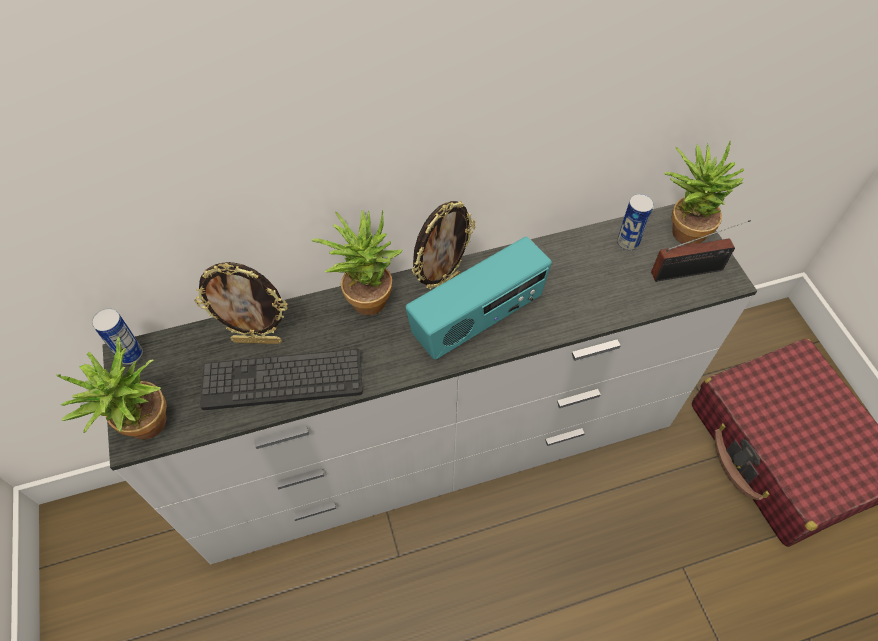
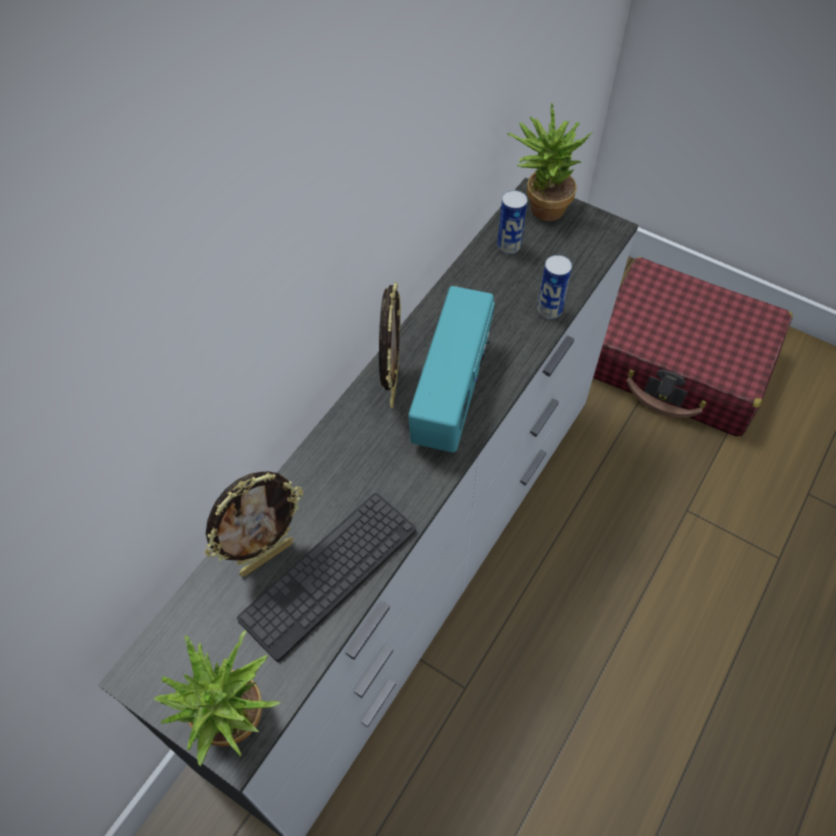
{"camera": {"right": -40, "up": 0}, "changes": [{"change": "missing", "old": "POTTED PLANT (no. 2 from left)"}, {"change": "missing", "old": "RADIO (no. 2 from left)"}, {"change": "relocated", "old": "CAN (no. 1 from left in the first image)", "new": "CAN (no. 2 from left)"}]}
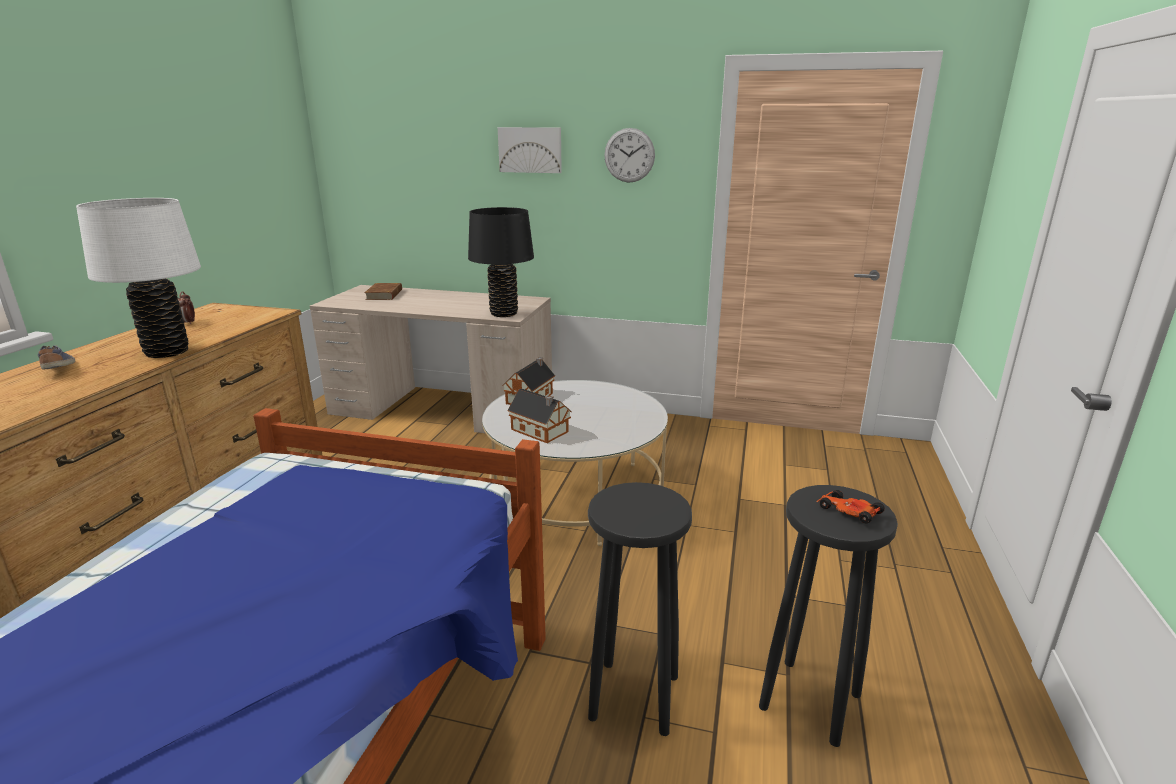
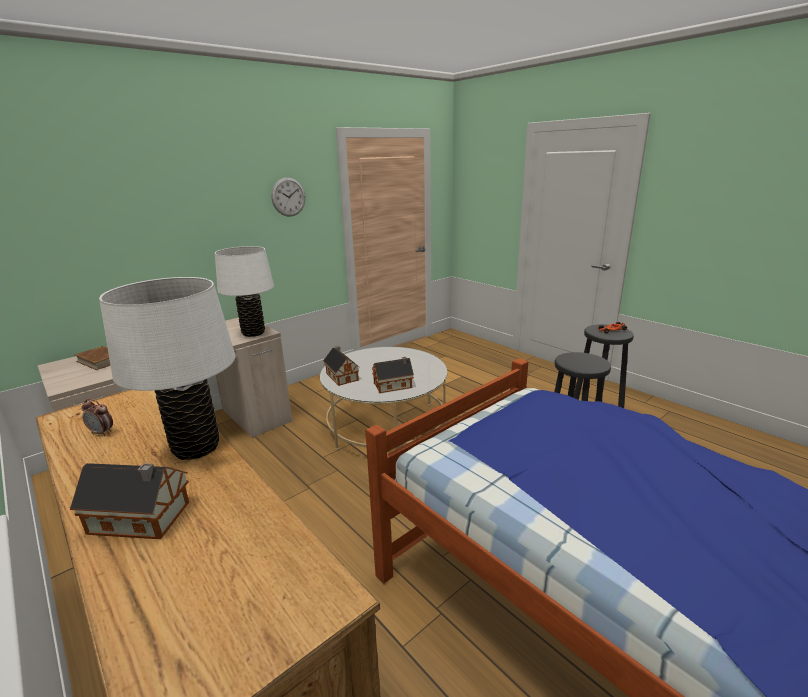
{"camera": {"right": -55, "up": 0}, "changes": [{"change": "missing", "old": "PICTURE"}, {"change": "exchanged", "old": "SHOE", "new": "TOY HOUSE (no. 1 from left)"}, {"change": "colour", "old": "BLACK TABLE LAMP", "new": "WHITE TABLE LAMP (no. 2 from left)"}]}
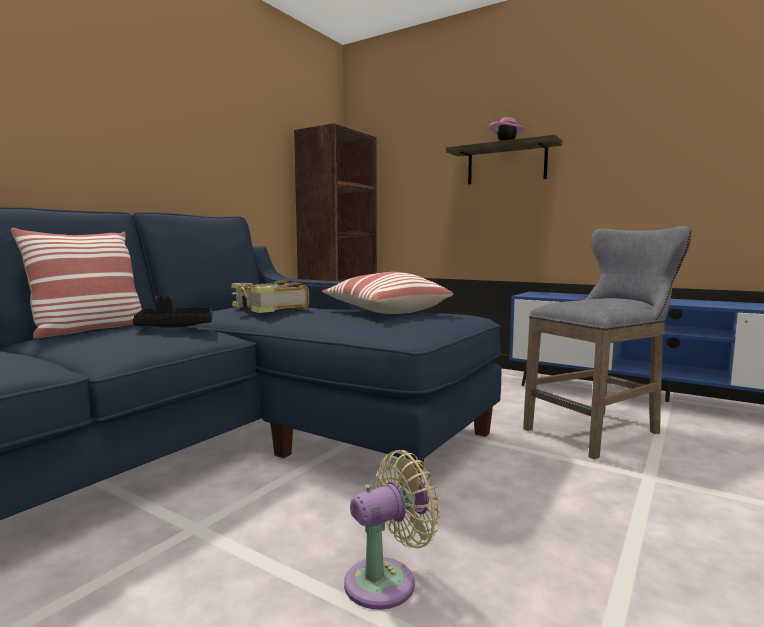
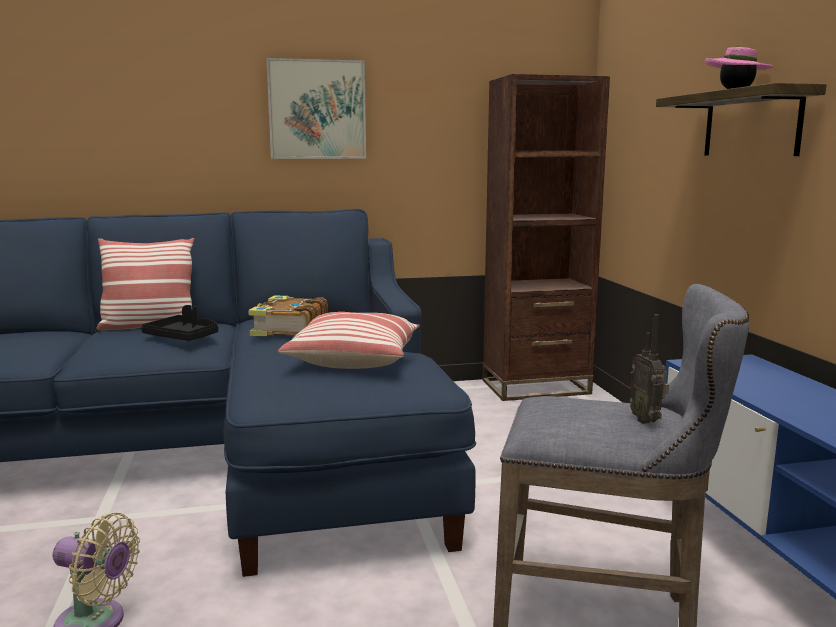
{"camera": {"right": 45, "up": 5}, "changes": [{"change": "appeared", "new": "PICTURE"}, {"change": "appeared", "new": "RADIO"}]}
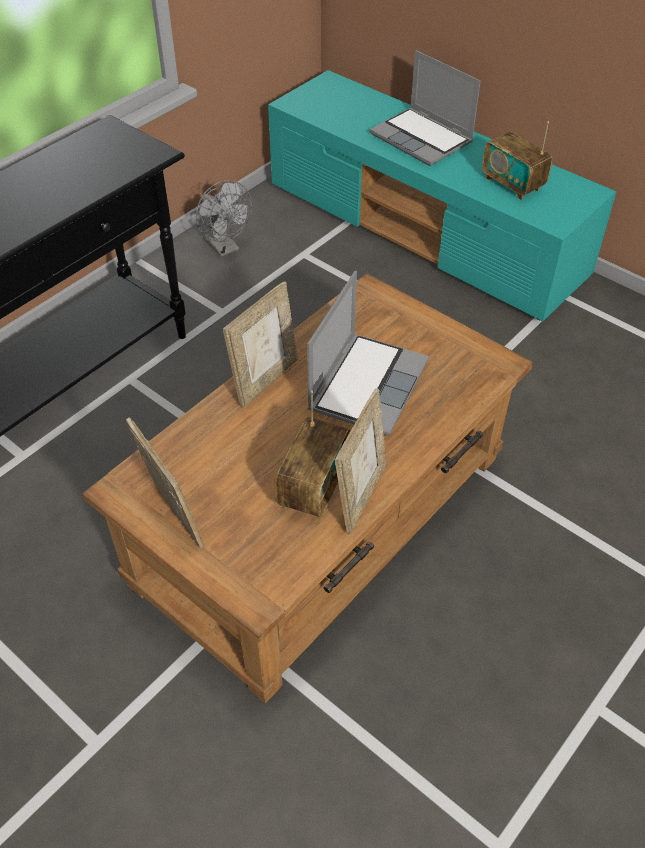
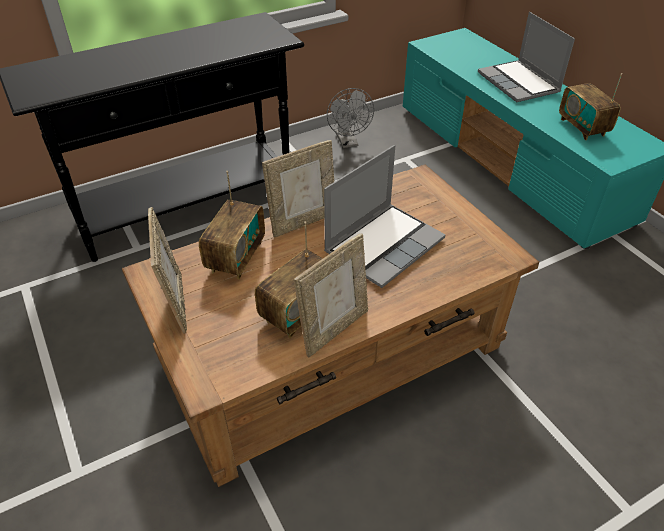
{"camera": {"right": 20, "up": -5}, "changes": [{"change": "appeared", "new": "RADIO (no. 1 from left)"}]}
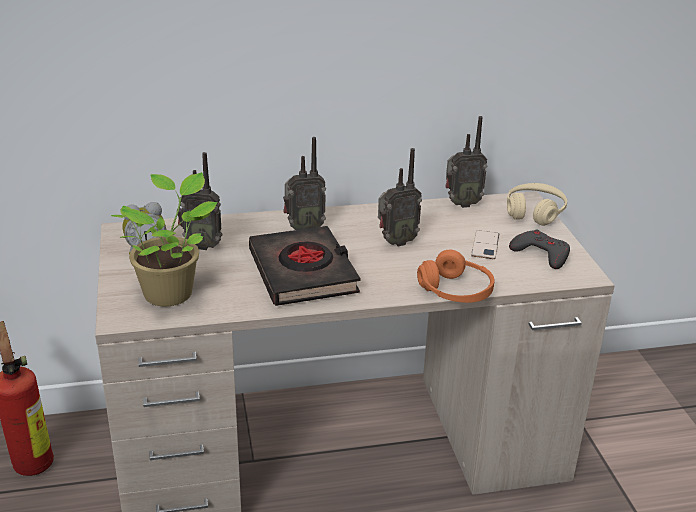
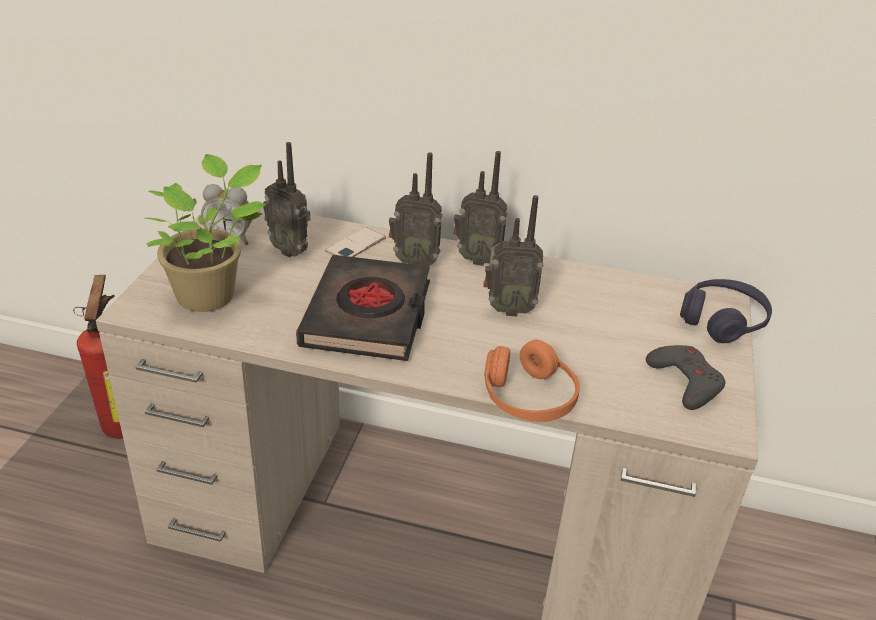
{"camera": {"right": 25, "up": 5}, "changes": [{"change": "relocated", "old": "RADIO (no. 4 from left in the first image)", "new": "RADIO (no. 3 from left)"}, {"change": "relocated", "old": "PHONE"}, {"change": "colour", "old": "BEIGE HEADPHONES", "new": "PURPLE HEADPHONES"}]}
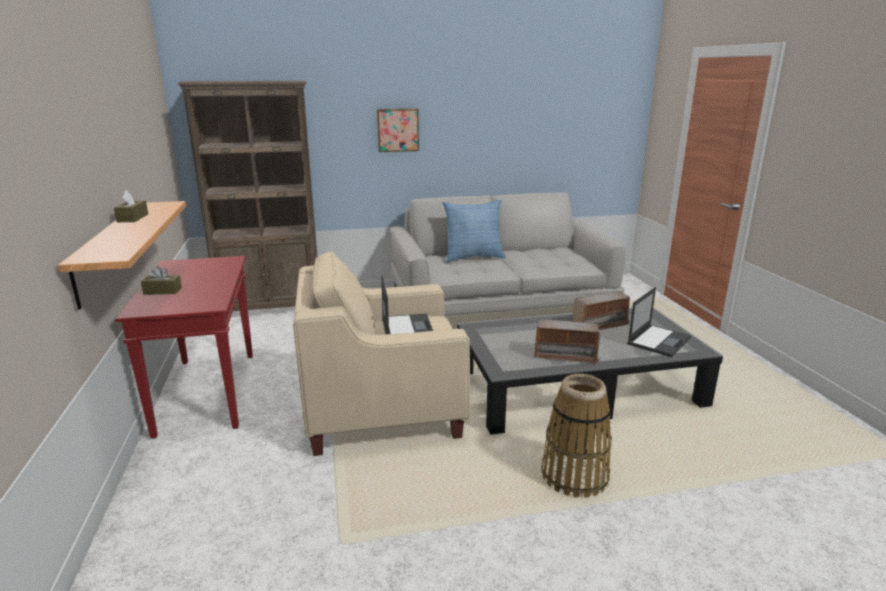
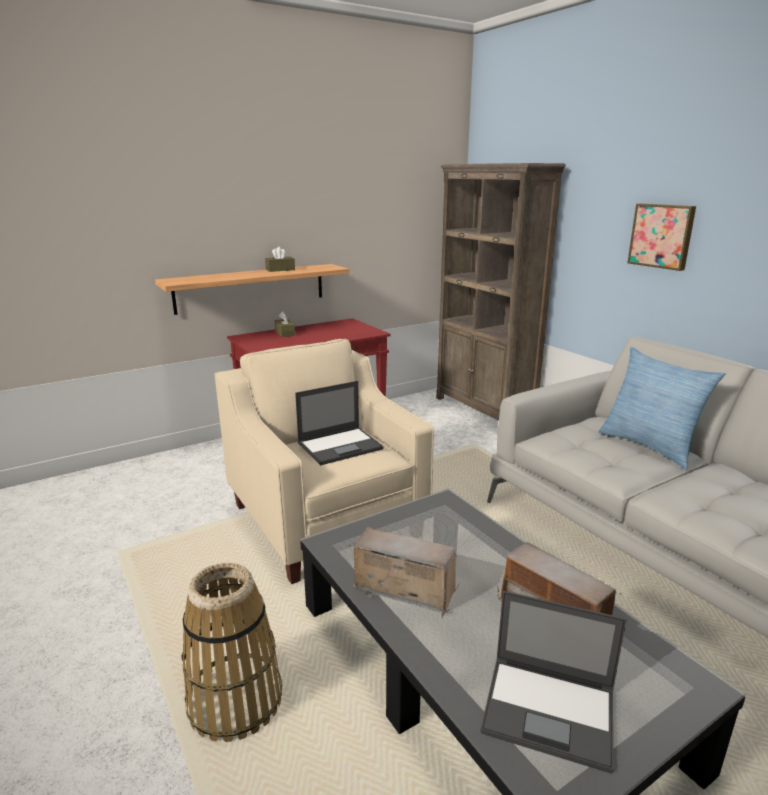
{"camera": {"right": 70, "up": 0}, "changes": [{"change": "spun", "old": "RADIO (no. 1 from left)", "degrees": 120}]}
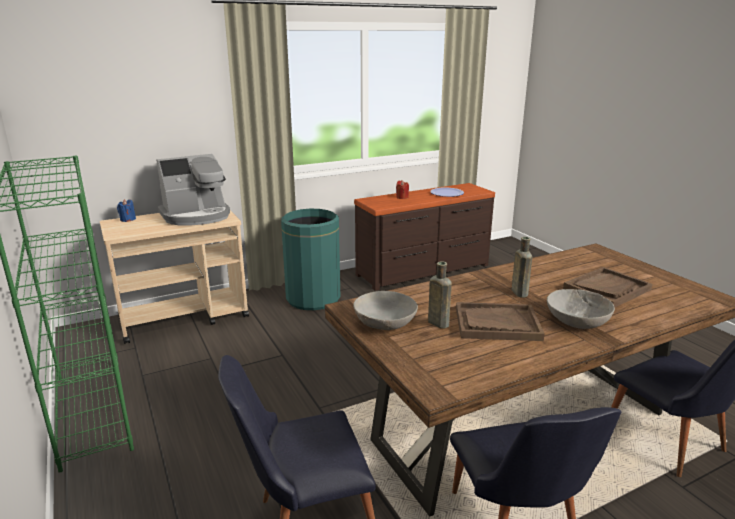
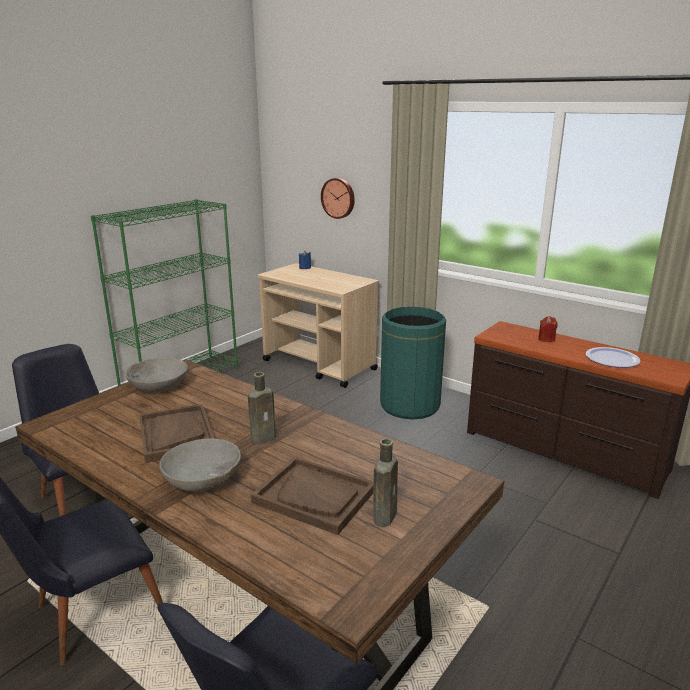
{"camera": {"right": 65, "up": 0}, "changes": [{"change": "missing", "old": "COFFEE MACHINE"}, {"change": "appeared", "new": "WALL CLOCK"}, {"change": "relocated", "old": "BROWN BOTTLE (no. 1 from left in the first image)", "new": "BROWN BOTTLE (no. 2 from left)"}]}
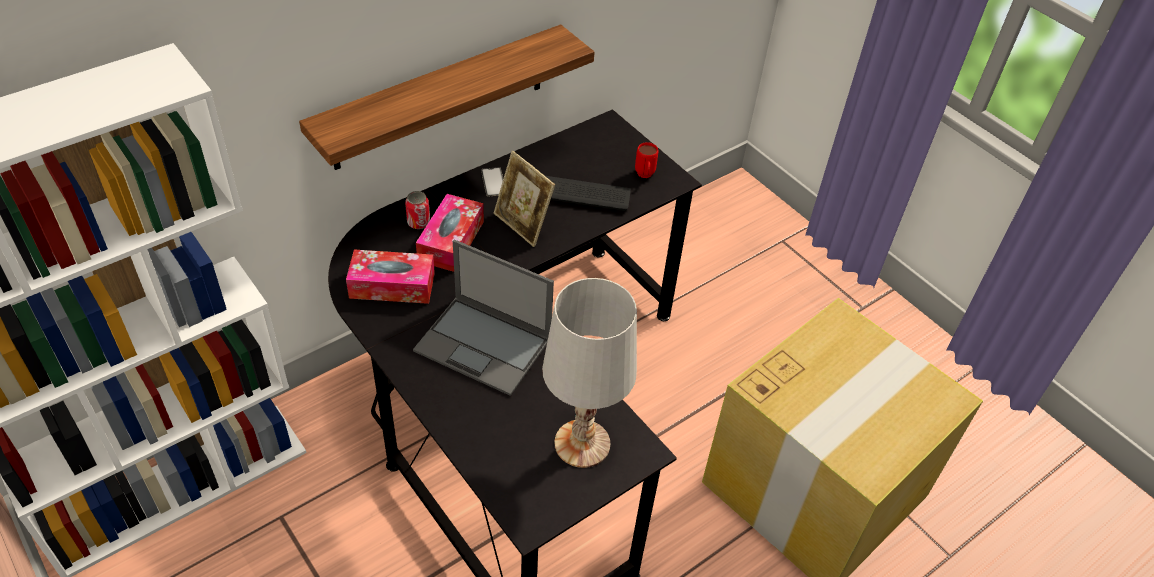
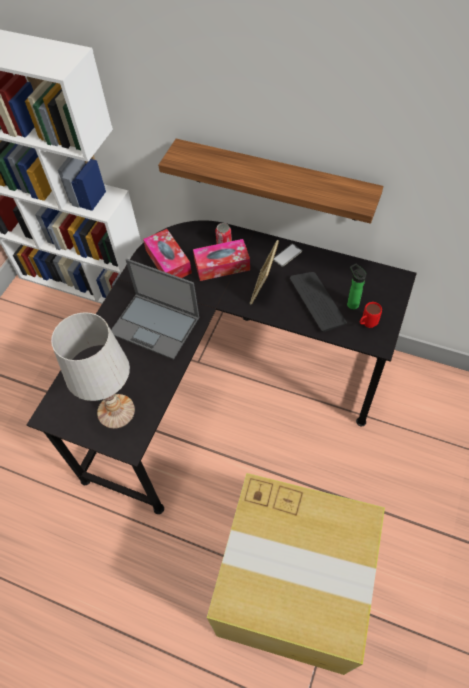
{"camera": {"right": 65, "up": 10}, "changes": [{"change": "appeared", "new": "BOTTLE"}, {"change": "spun", "old": "LAPTOP", "degrees": -60}]}
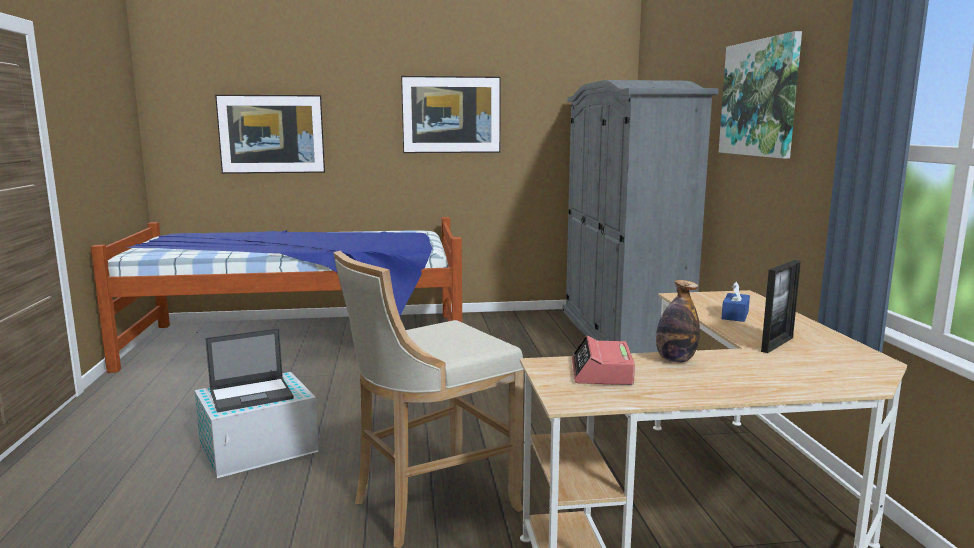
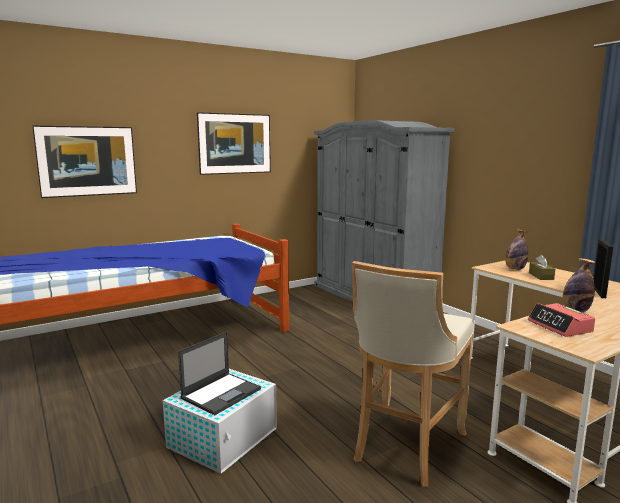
{"camera": {"right": -25, "up": 0}, "changes": [{"change": "missing", "old": "PICTURE (no. 3 from left)"}, {"change": "appeared", "new": "BOTTLE (no. 1 from left)"}, {"change": "colour", "old": "BLUE TISSUE BOX", "new": "BROWN TISSUE BOX"}]}
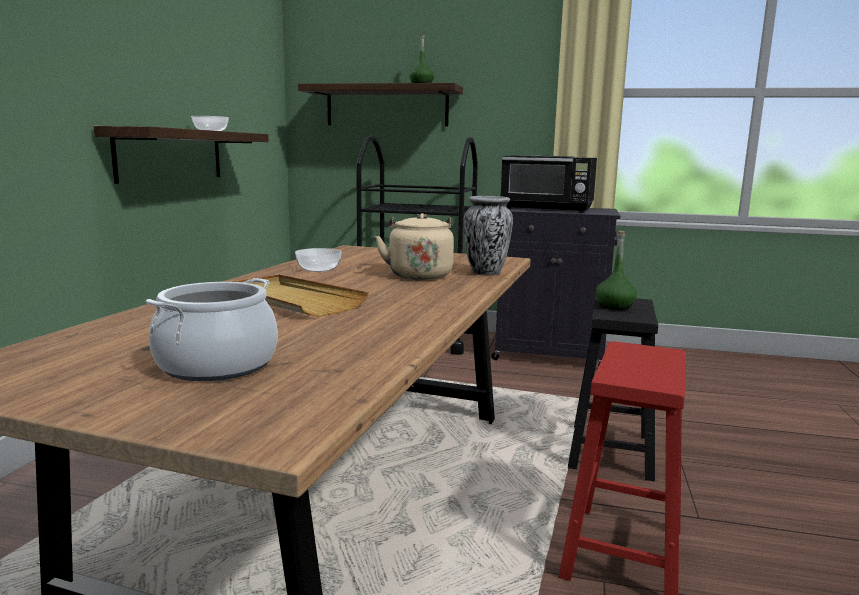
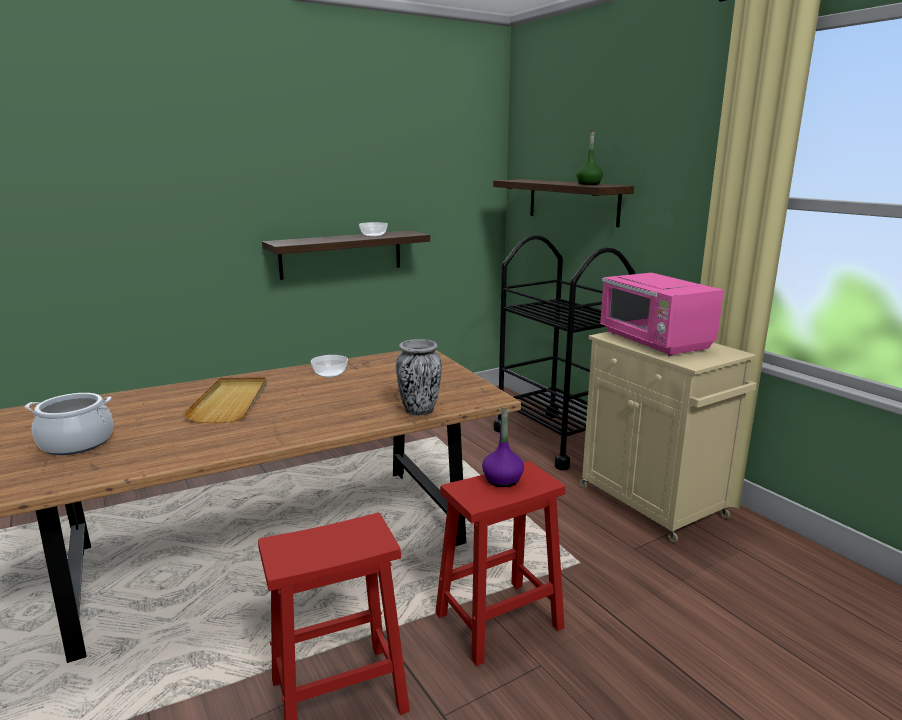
{"camera": {"right": 45, "up": 5}, "changes": [{"change": "missing", "old": "BEIGE KETTLE"}, {"change": "colour", "old": "BLACK CABINET", "new": "BEIGE CABINET"}, {"change": "colour", "old": "BLACK MICROWAVE", "new": "PINK MICROWAVE"}, {"change": "colour", "old": "BLACK STOOL", "new": "RED STOOL (no. 2 from left)"}, {"change": "colour", "old": "GREEN BOTTLE (no. 2 from left)", "new": "PURPLE BOTTLE"}]}
